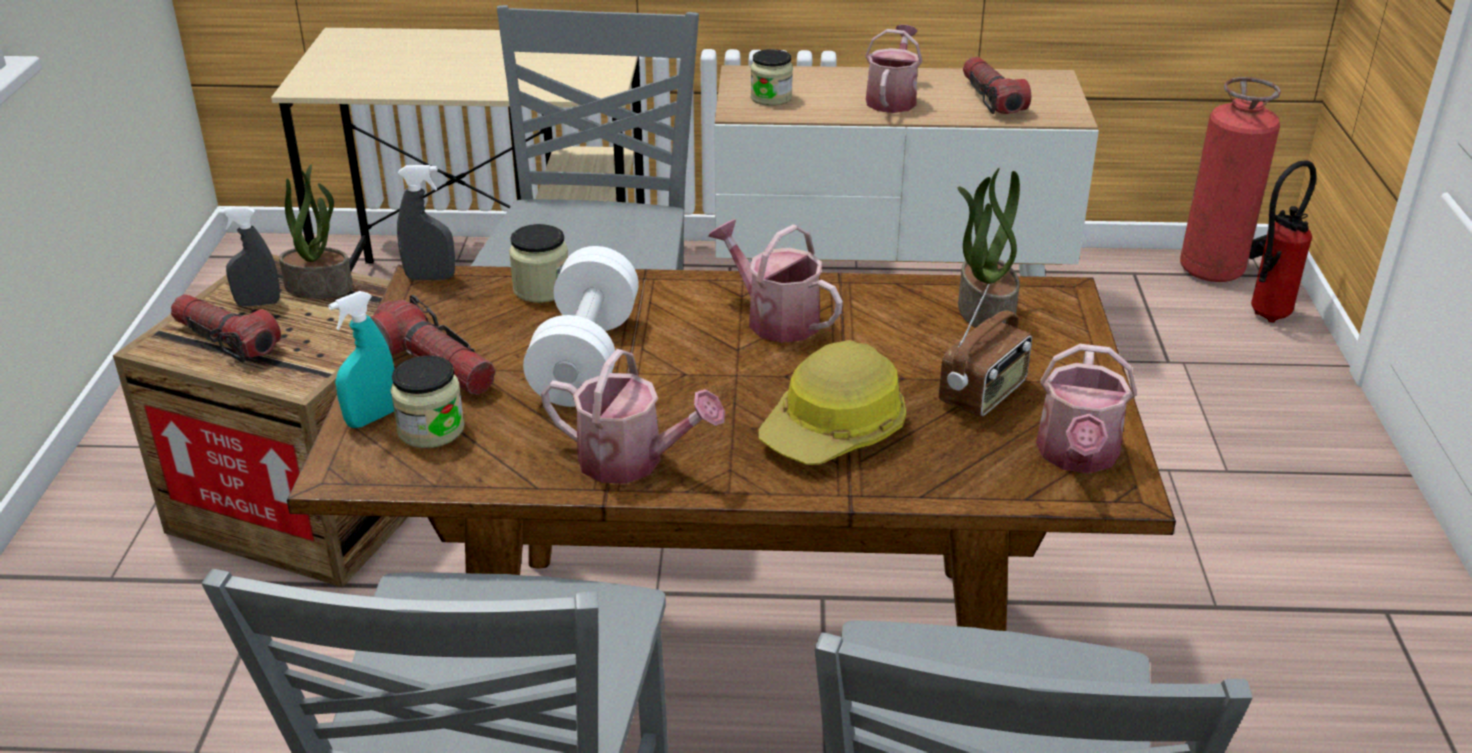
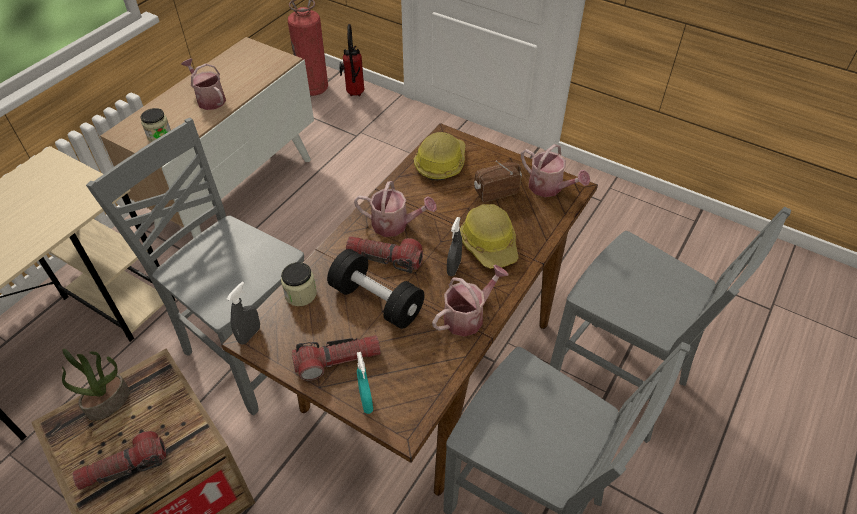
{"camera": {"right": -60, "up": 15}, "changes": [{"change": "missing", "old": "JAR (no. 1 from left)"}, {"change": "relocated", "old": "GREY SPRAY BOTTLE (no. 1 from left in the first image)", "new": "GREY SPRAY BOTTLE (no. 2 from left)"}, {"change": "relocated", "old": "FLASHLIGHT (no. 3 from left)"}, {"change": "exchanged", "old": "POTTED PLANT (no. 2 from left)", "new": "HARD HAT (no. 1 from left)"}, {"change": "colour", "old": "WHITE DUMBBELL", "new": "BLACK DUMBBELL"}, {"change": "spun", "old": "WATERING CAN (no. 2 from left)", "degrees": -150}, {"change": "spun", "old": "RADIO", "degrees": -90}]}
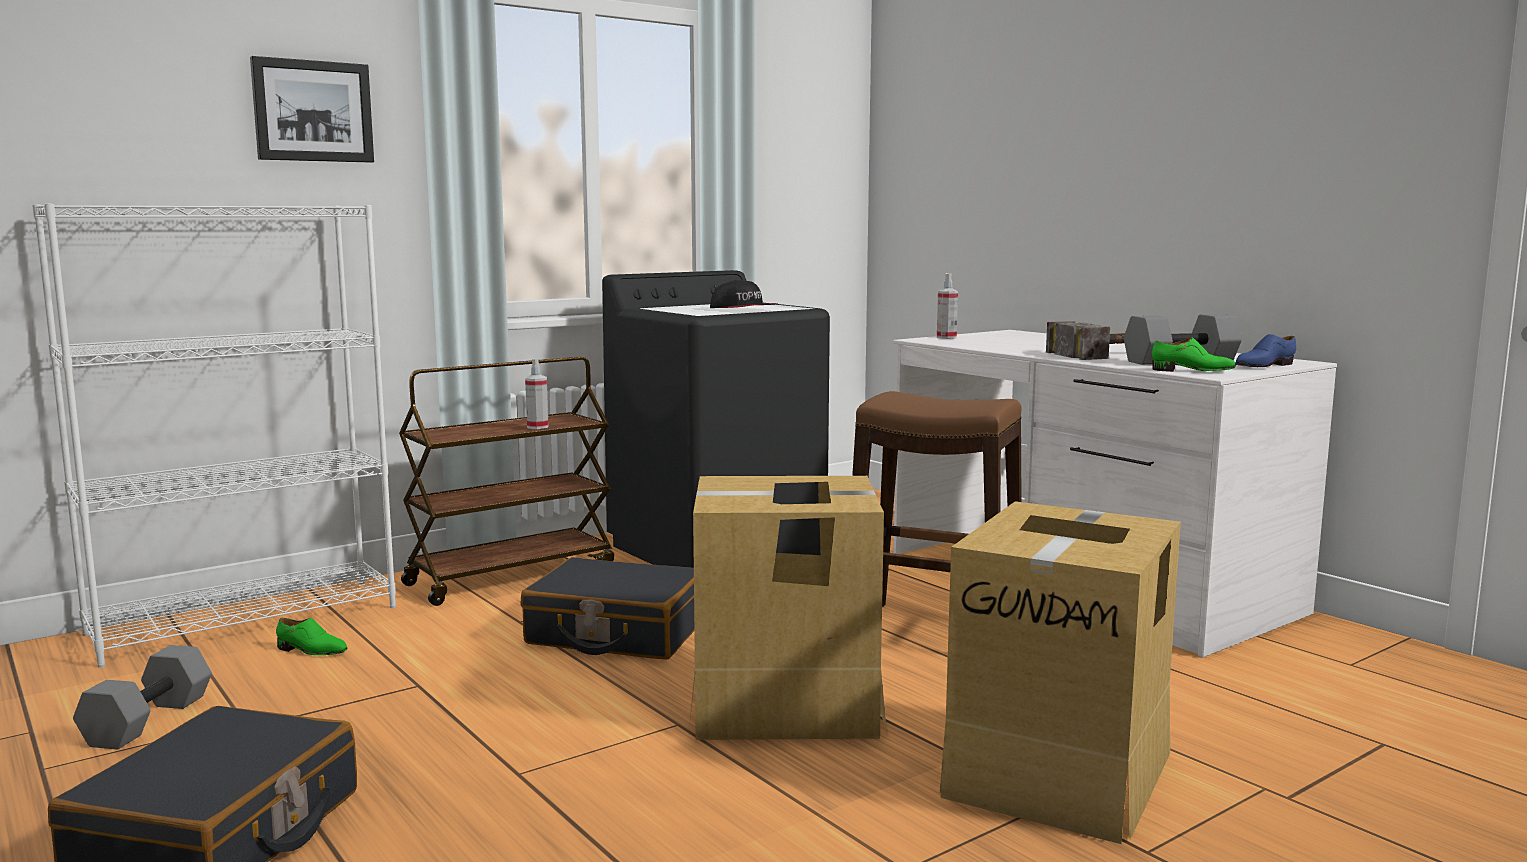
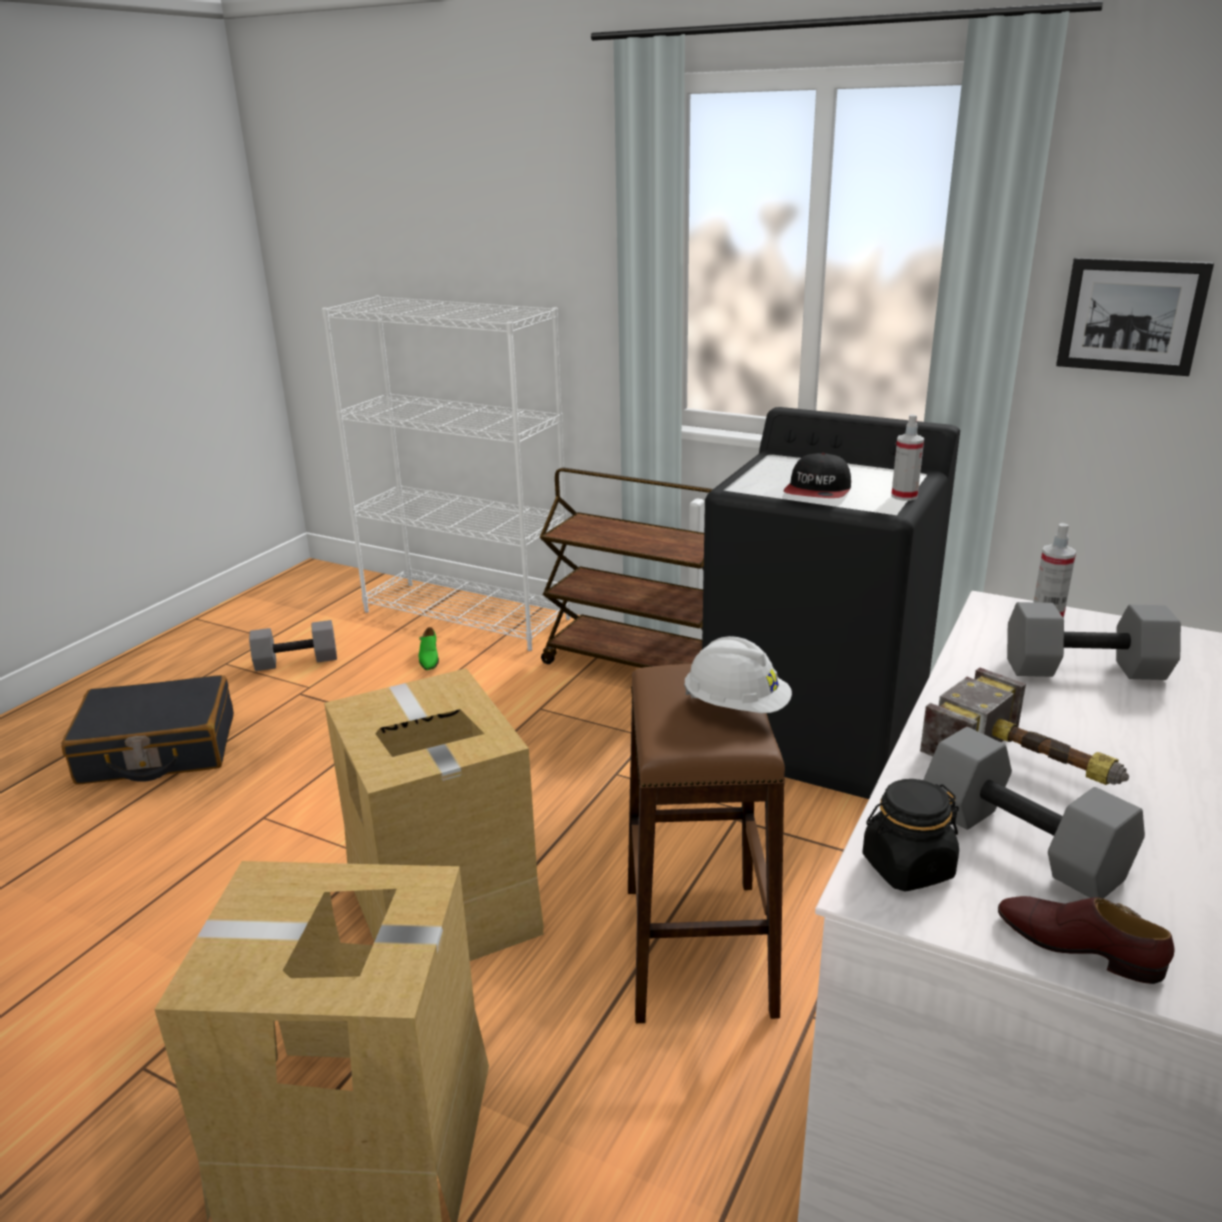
{"camera": {"right": 65, "up": 15}, "changes": [{"change": "missing", "old": "BLACK SUITCASE (no. 2 from left)"}, {"change": "appeared", "new": "WHITE HARD HAT"}, {"change": "appeared", "new": "GREY DUMBBELL (no. 3 from left)"}, {"change": "relocated", "old": "PICTURE"}, {"change": "relocated", "old": "SPRAY BOTTLE (no. 1 from left)"}, {"change": "exchanged", "old": "GREEN SHOE (no. 2 from left)", "new": "BLACK JAR"}, {"change": "colour", "old": "BLUE SHOE", "new": "BROWN SHOE"}]}
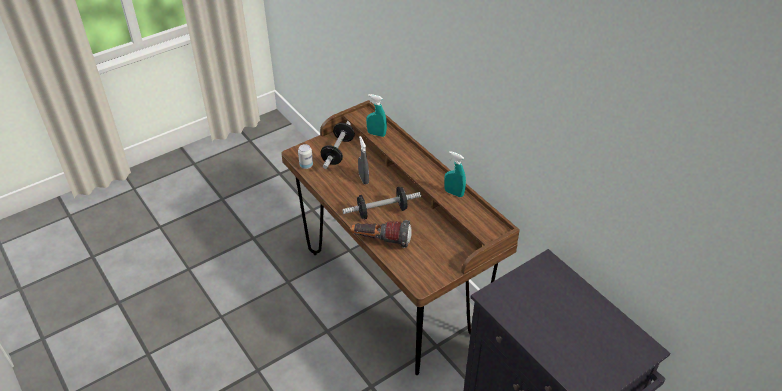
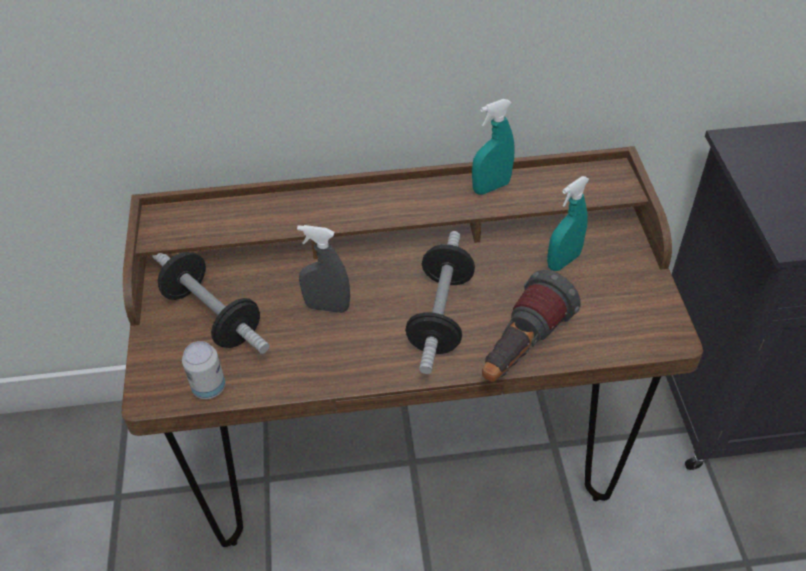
{"camera": {"right": -60, "up": 5}, "changes": [{"change": "relocated", "old": "TURQUOISE SPRAY BOTTLE (no. 1 from left in the first image)", "new": "TURQUOISE SPRAY BOTTLE (no. 2 from left)"}]}
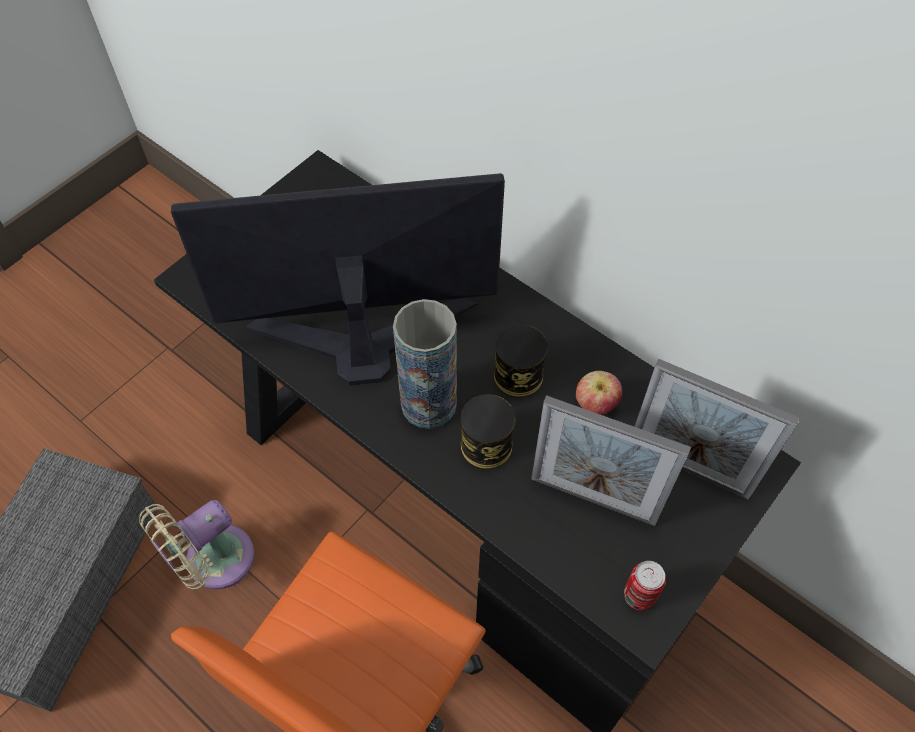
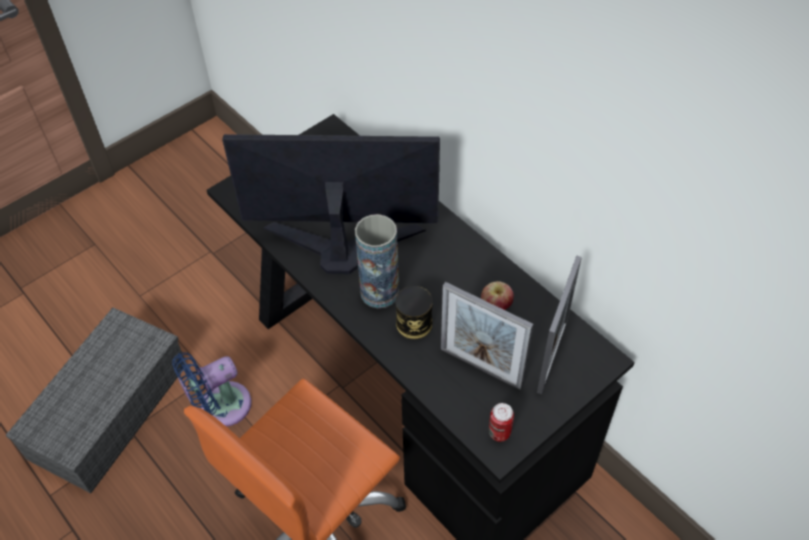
{"camera": {"right": 10, "up": -5}, "changes": [{"change": "missing", "old": "CAN (no. 2 from left)"}, {"change": "colour", "old": "BEIGE FAN", "new": "BLUE FAN"}, {"change": "spun", "old": "PICTURE FRAME (no. 2 from left)", "degrees": -105}]}
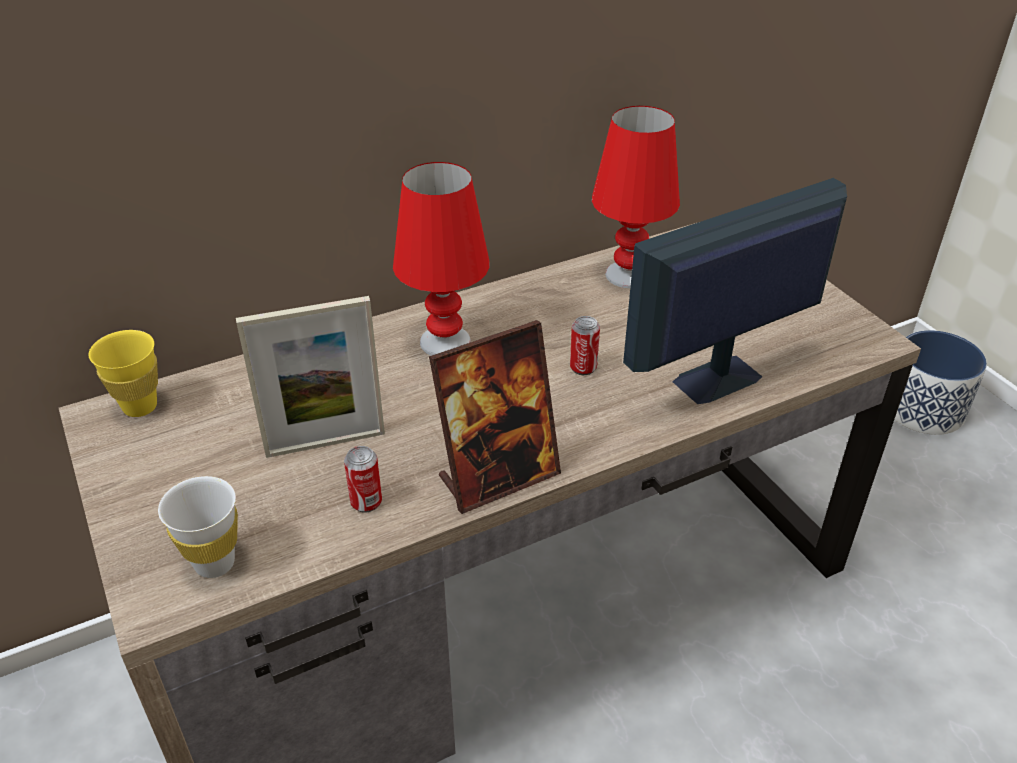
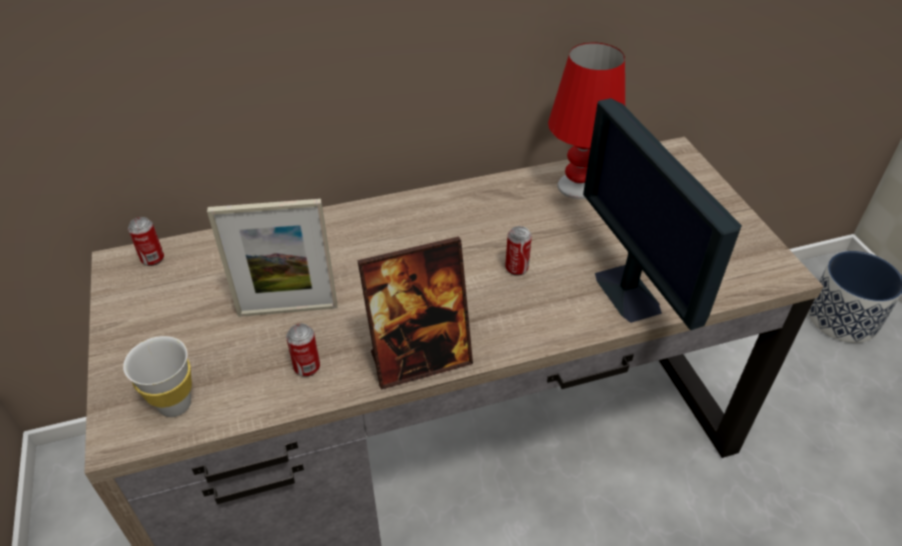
{"camera": {"right": 10, "up": 5}, "changes": [{"change": "missing", "old": "RED TABLE LAMP (no. 1 from left)"}, {"change": "exchanged", "old": "YELLOW CUP", "new": "CAN (no. 1 from left)"}, {"change": "spun", "old": "MONITOR", "degrees": -90}]}
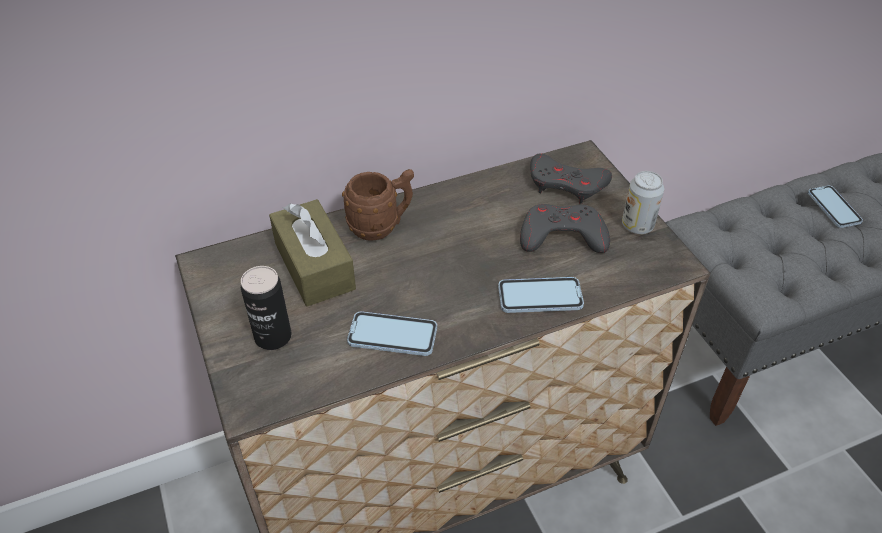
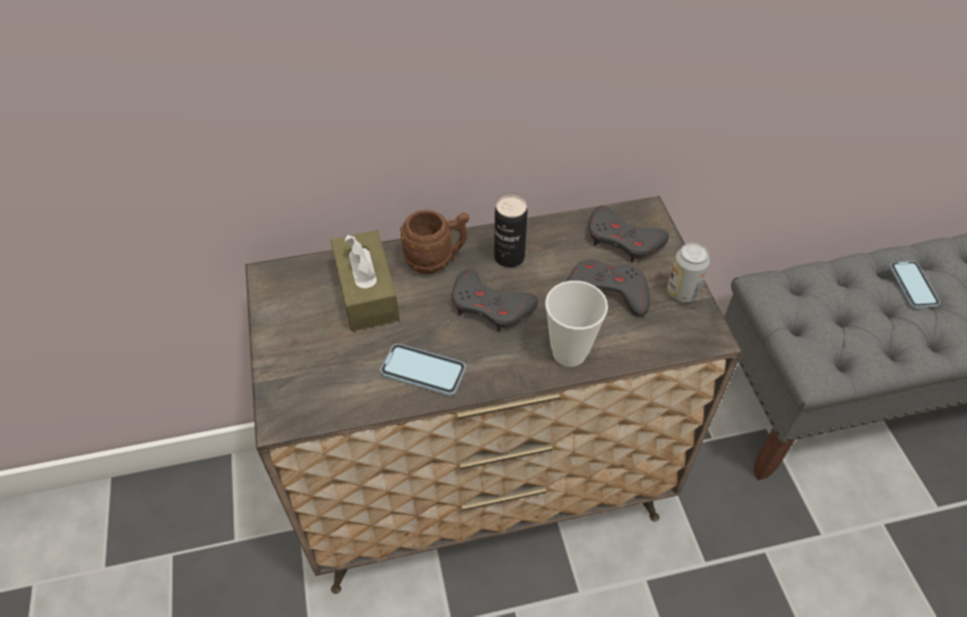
{"camera": {"right": 10, "up": 5}, "changes": [{"change": "appeared", "new": "GREY GAME CONTROLLER (no. 1 from left)"}, {"change": "relocated", "old": "CAN (no. 1 from left)"}, {"change": "exchanged", "old": "PHONE (no. 2 from left)", "new": "CUP"}]}
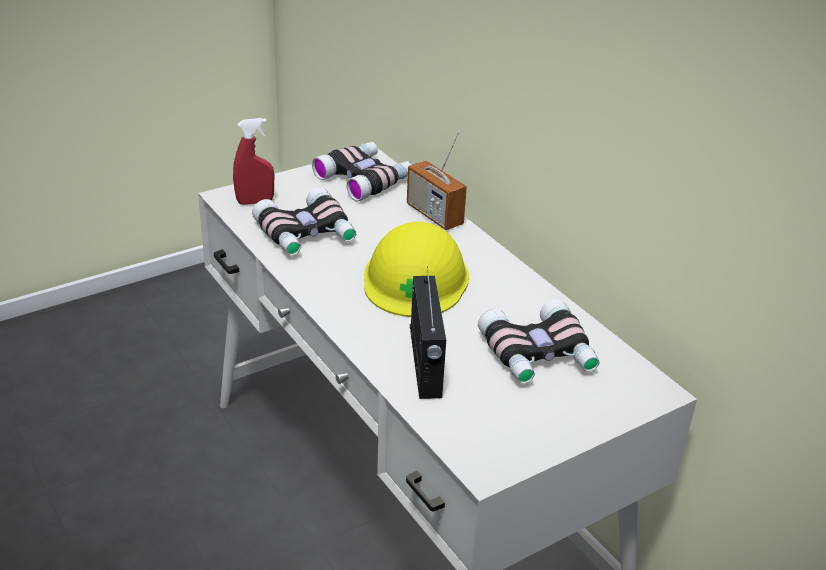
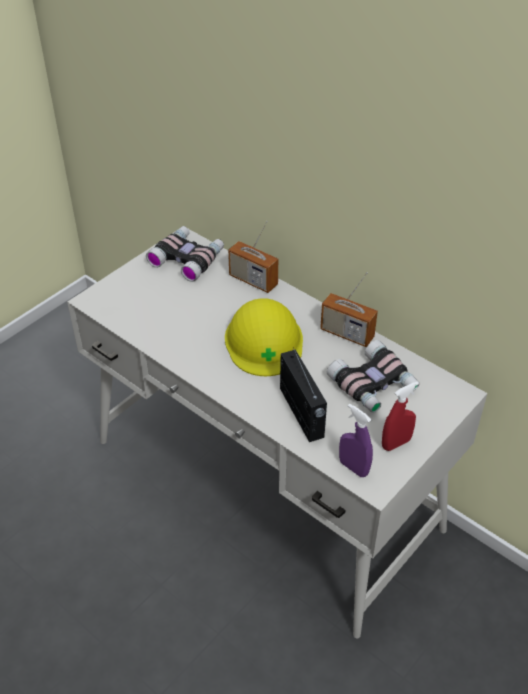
{"camera": {"right": -15, "up": 10}, "changes": [{"change": "missing", "old": "BINOCULARS (no. 1 from left)"}, {"change": "appeared", "new": "RADIO (no. 3 from left)"}, {"change": "appeared", "new": "PURPLE SPRAY BOTTLE"}, {"change": "relocated", "old": "RED SPRAY BOTTLE"}]}
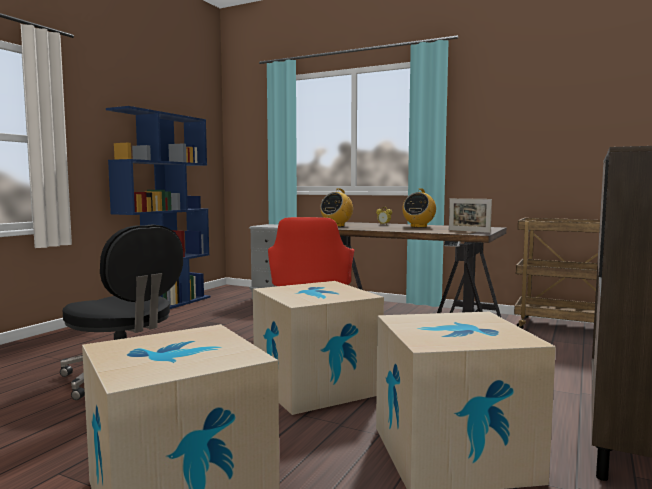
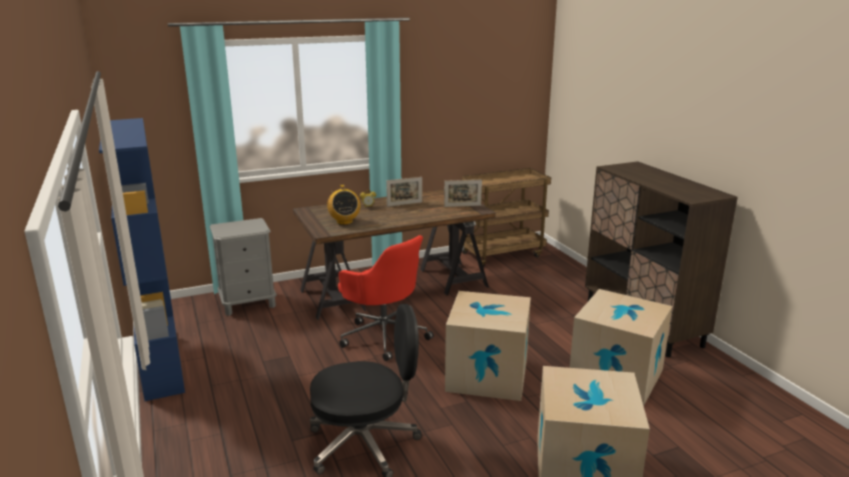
{"camera": {"right": -50, "up": 15}, "changes": [{"change": "exchanged", "old": "RADIO (no. 2 from left)", "new": "PICTURE FRAME (no. 1 from left)"}]}
